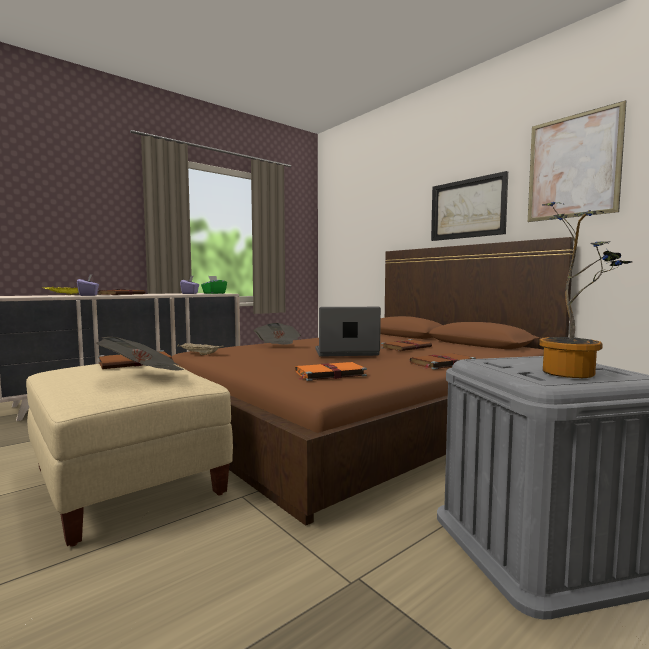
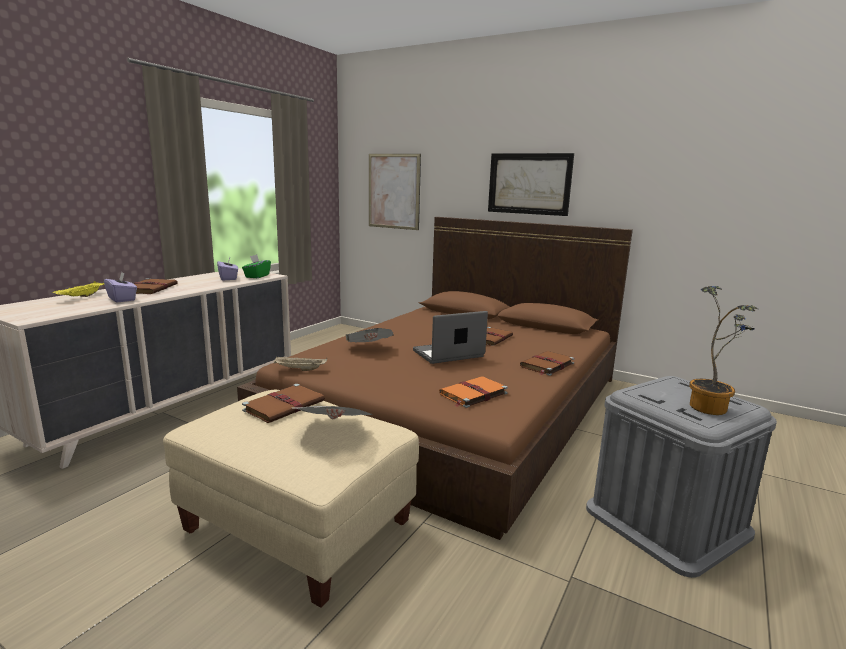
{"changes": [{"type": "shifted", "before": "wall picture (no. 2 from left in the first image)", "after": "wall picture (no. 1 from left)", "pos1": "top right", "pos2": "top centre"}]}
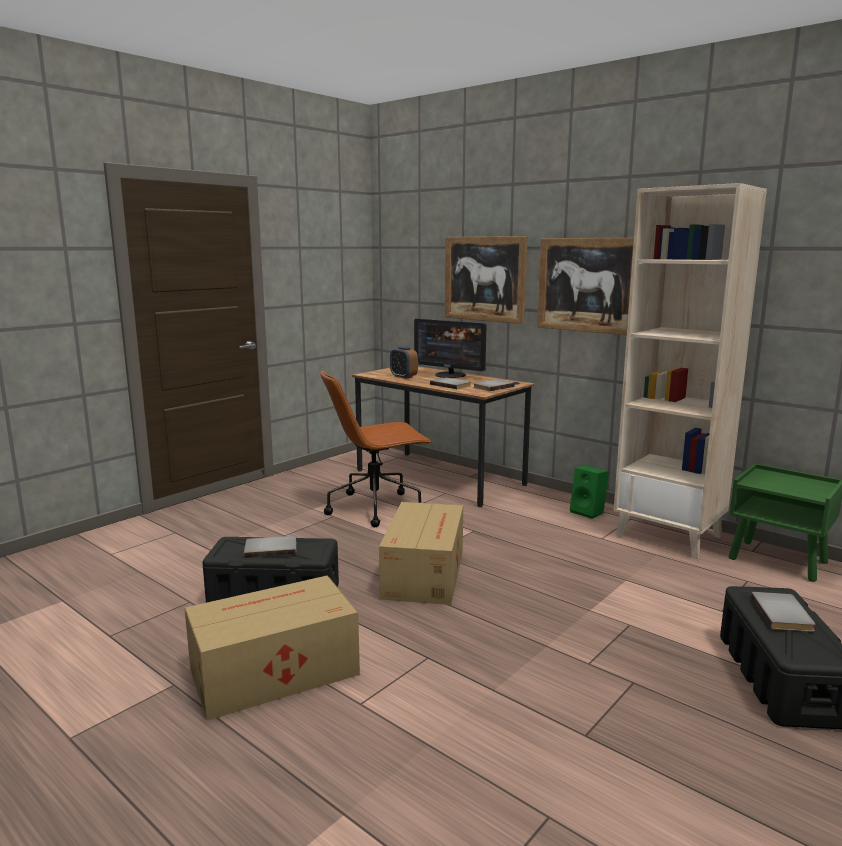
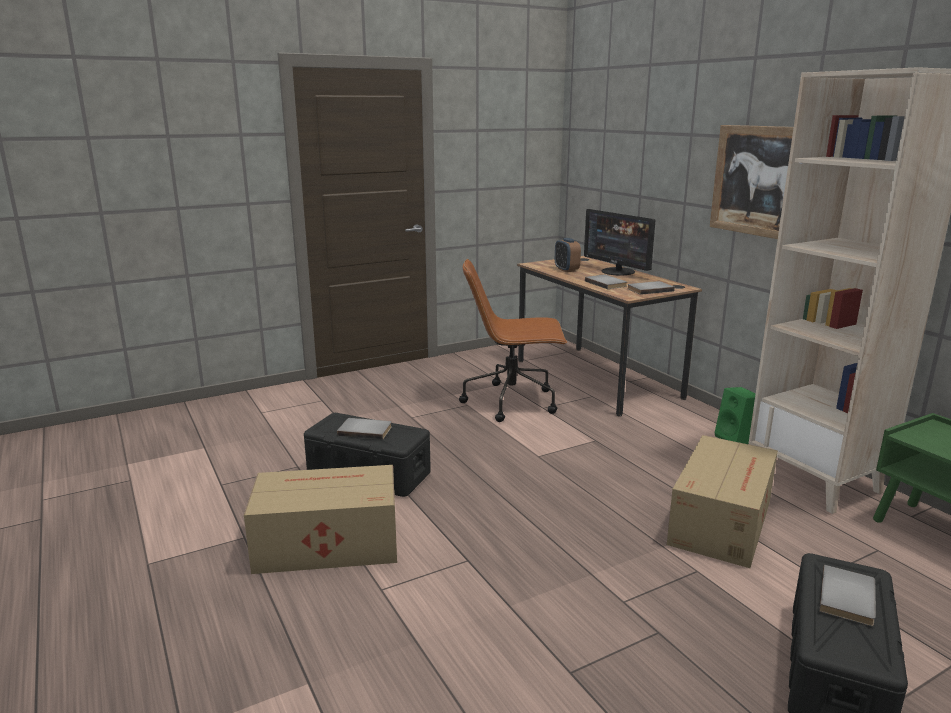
{"changes": [{"type": "gone", "before": "wall picture (no. 1 from left)", "pos1": "top centre"}, {"type": "shifted", "before": "packing box (no. 2 from left)", "pos1": "centre", "pos2": "bottom right"}]}
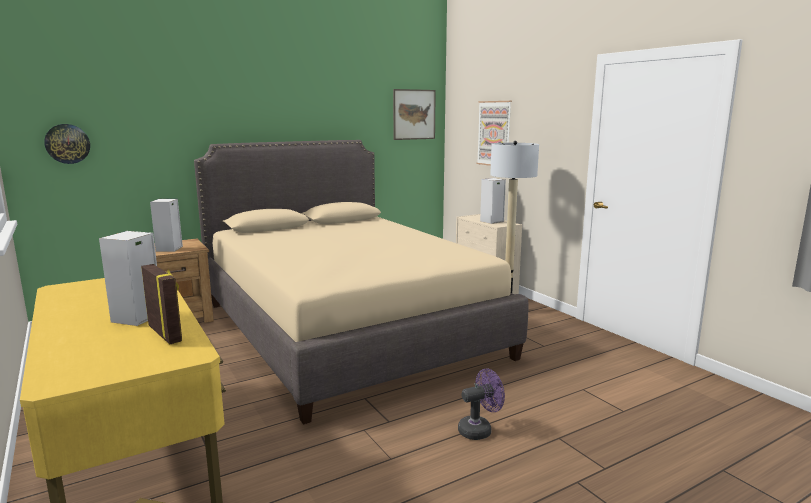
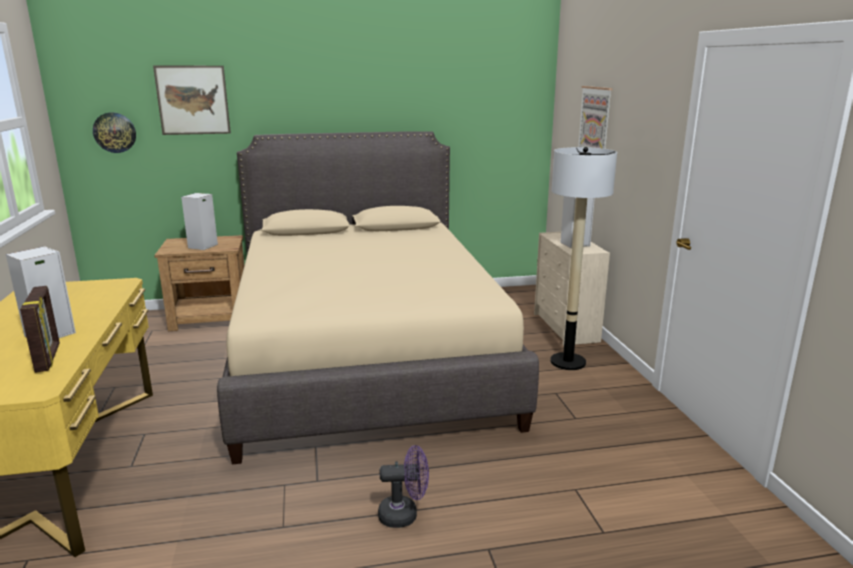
{"changes": [{"type": "shifted", "before": "wall picture (no. 1 from left)", "pos1": "top centre", "pos2": "top left"}]}
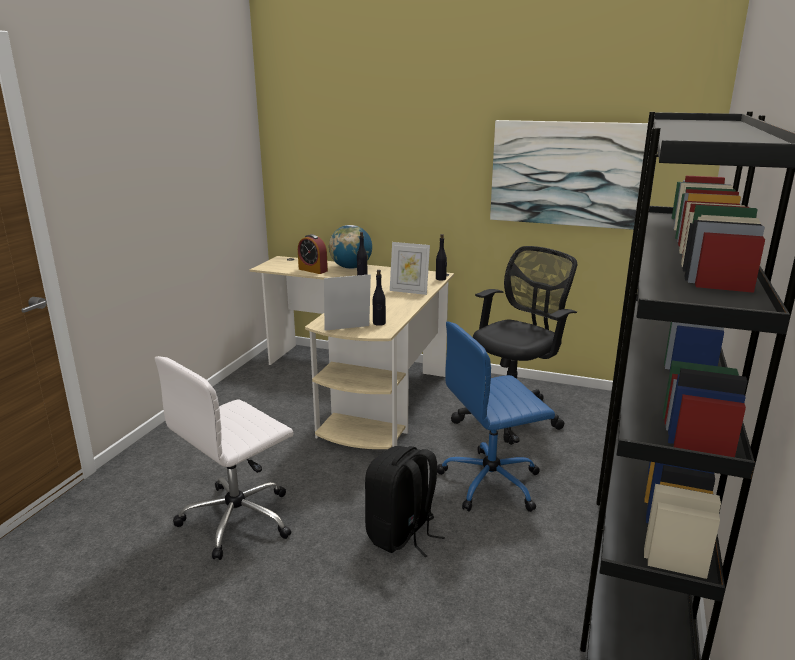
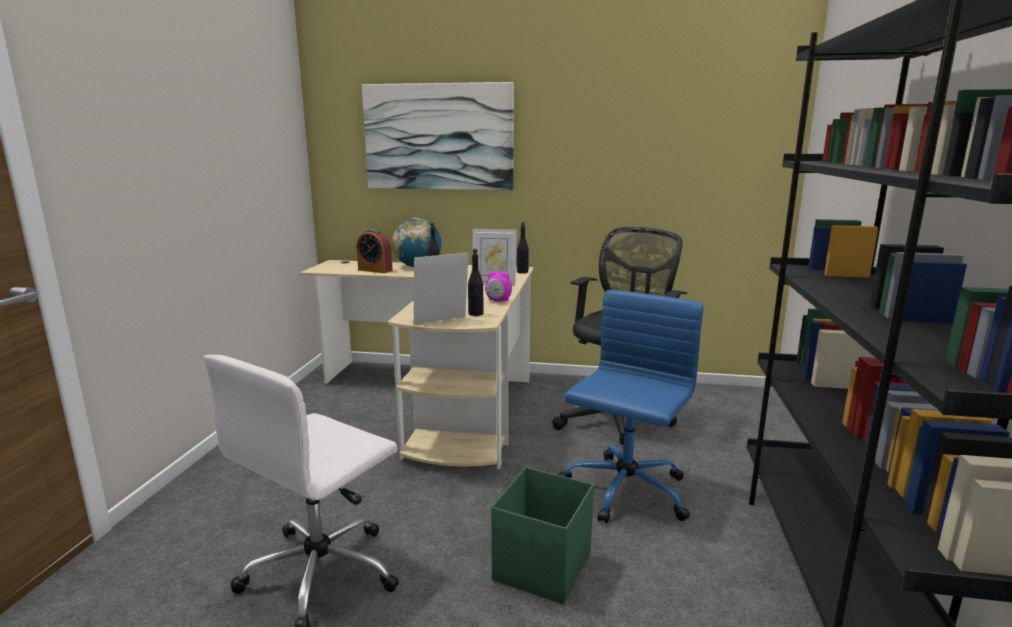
{"changes": [{"type": "new", "after": "alarm clock (no. 2 from left)", "pos2": "centre"}, {"type": "shifted", "before": "wall picture", "pos1": "top right", "pos2": "top centre"}, {"type": "swapped", "before": "knapsack in black-coloured", "after": "storage box in green", "pos1": "bottom centre", "pos2": "bottom centre"}, {"type": "rotated", "before": "desk chair in bluish", "pos1": "centre", "pos2": "centre", "turn": 150}]}
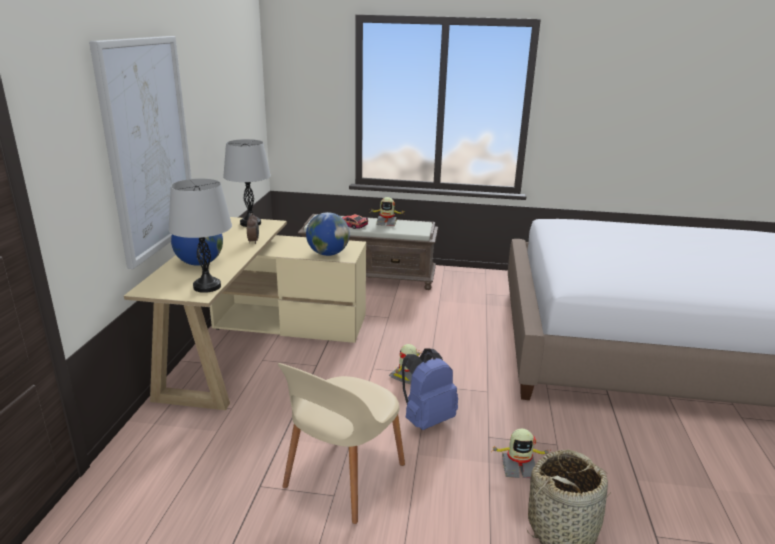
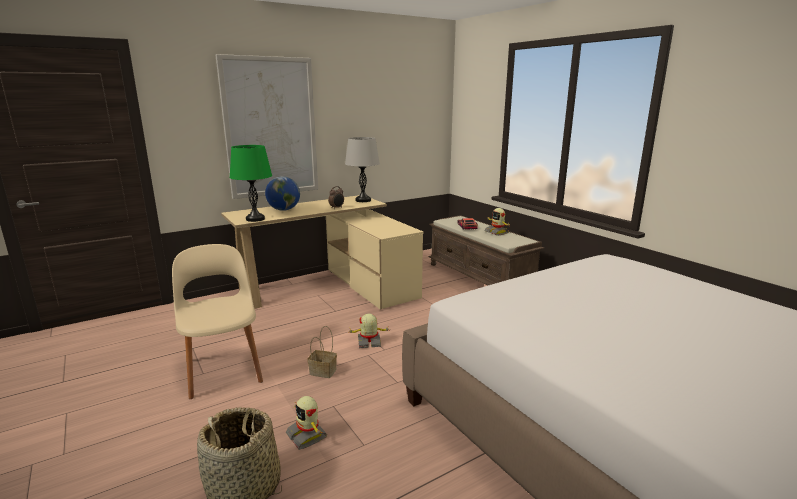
{"changes": [{"type": "gone", "before": "globe (no. 2 from left)", "pos1": "centre"}, {"type": "swapped", "before": "knapsack in bluish", "after": "storage basket (no. 2 from left)", "pos1": "bottom centre", "pos2": "bottom centre"}, {"type": "repainted", "before": "table lamp in gray (no. 1 from left)", "after": "table lamp in green", "pos1": "middle left", "pos2": "middle left"}, {"type": "rotated", "before": "plain chair in sand-coloured", "pos1": "bottom centre", "pos2": "middle left", "turn": 75}]}
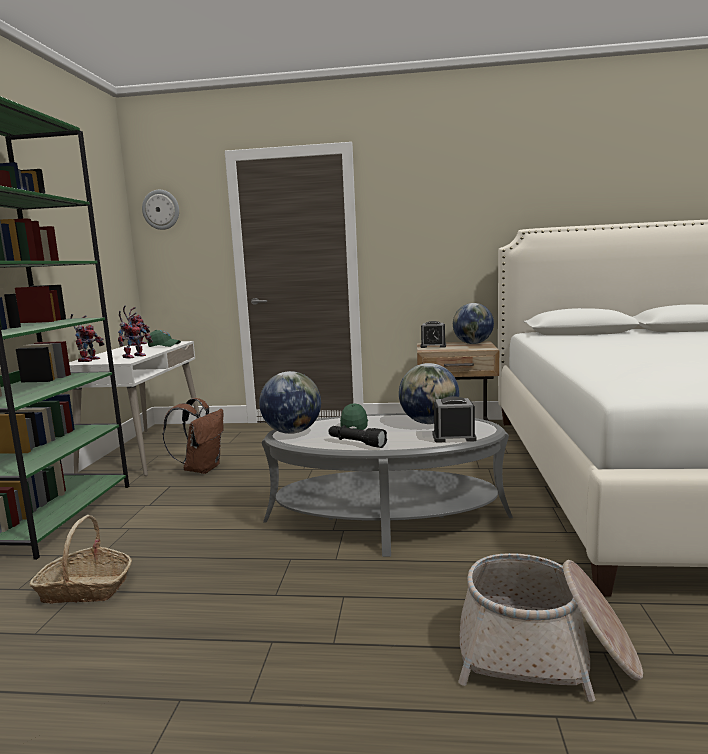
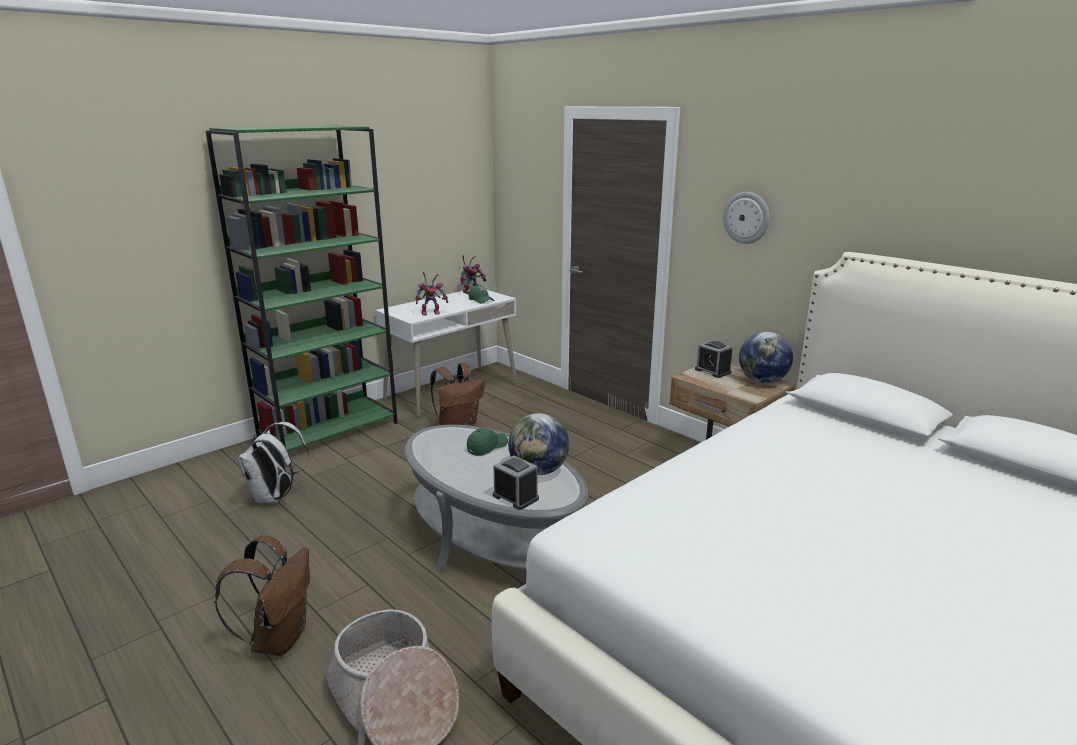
{"changes": [{"type": "gone", "before": "model robot (no. 1 from left)", "pos1": "middle left"}, {"type": "gone", "before": "globe (no. 1 from left)", "pos1": "centre"}, {"type": "gone", "before": "torch in black-coloured", "pos1": "centre"}, {"type": "new", "after": "knapsack in brown-coloured (no. 1 from left)", "pos2": "bottom left"}, {"type": "shifted", "before": "hanging clock", "pos1": "top left", "pos2": "top right"}, {"type": "swapped", "before": "storage basket (no. 1 from left)", "after": "knapsack in whitish", "pos1": "bottom left", "pos2": "middle left"}]}
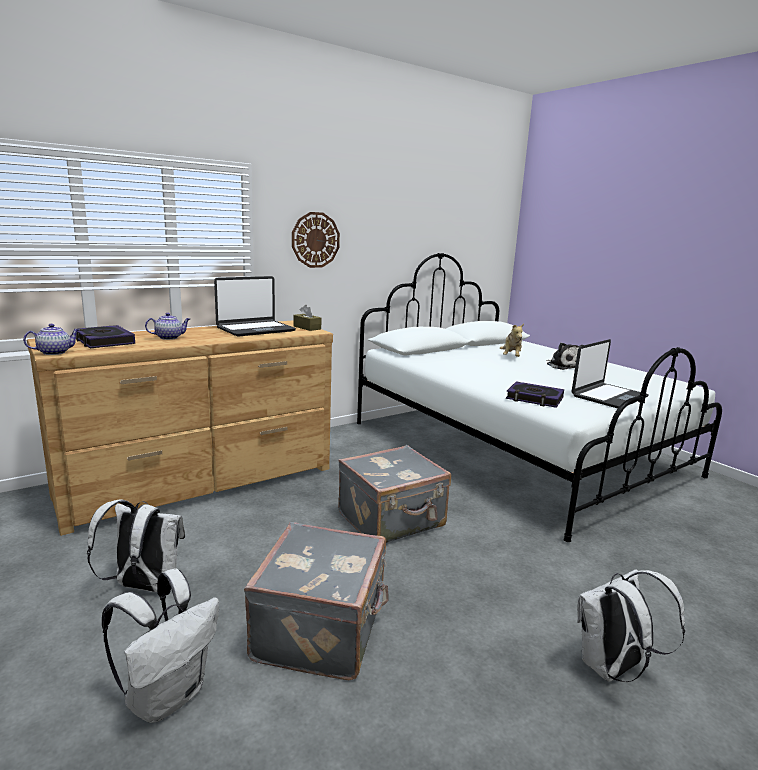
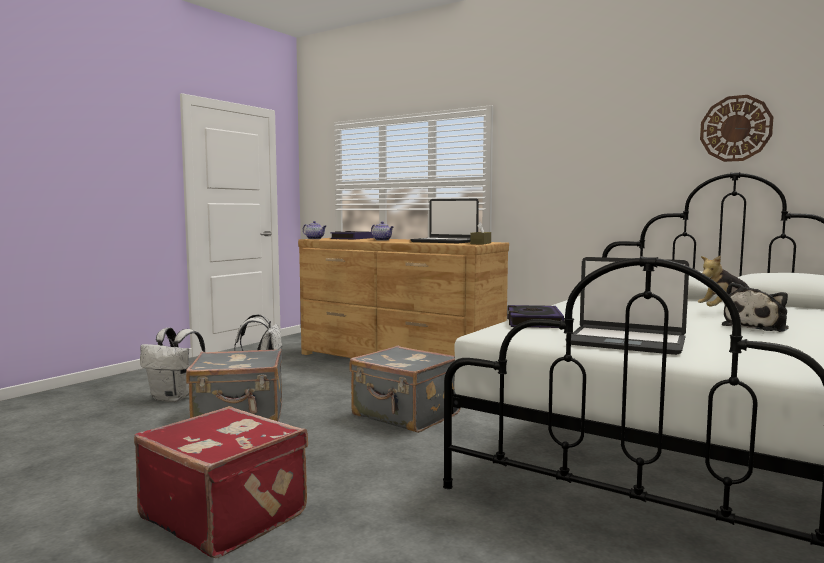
{"changes": [{"type": "shifted", "before": "hanging clock", "pos1": "top centre", "pos2": "top right"}, {"type": "swapped", "before": "knapsack in whitish (no. 3 from left)", "after": "travel case in red-coloured", "pos1": "bottom right", "pos2": "bottom left"}]}
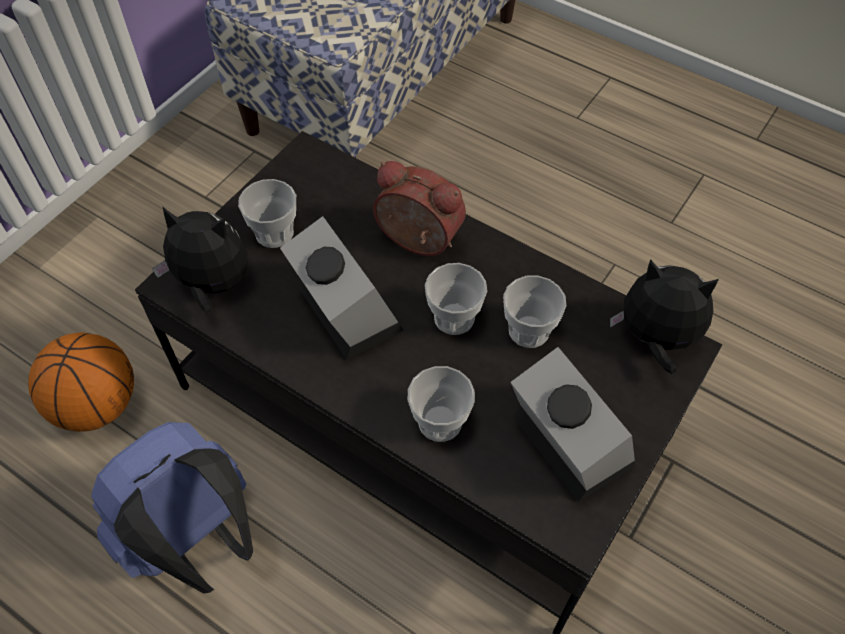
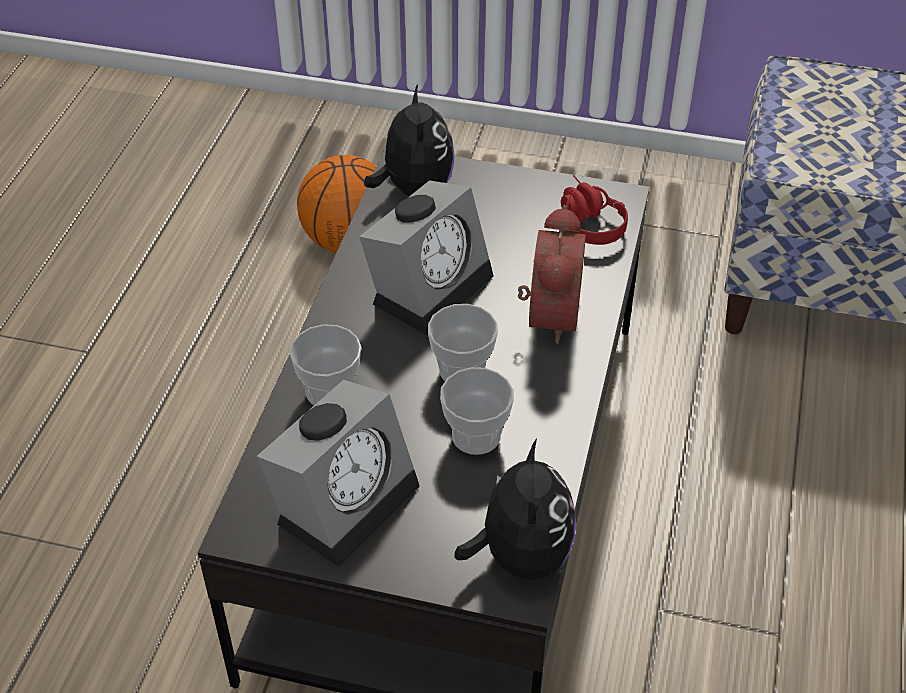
{"changes": [{"type": "gone", "before": "knapsack in bluish", "pos1": "bottom left"}, {"type": "gone", "before": "drinking cup (no. 1 from left)", "pos1": "middle left"}, {"type": "new", "after": "pair of headphones in red-coloured", "pos2": "top centre"}]}
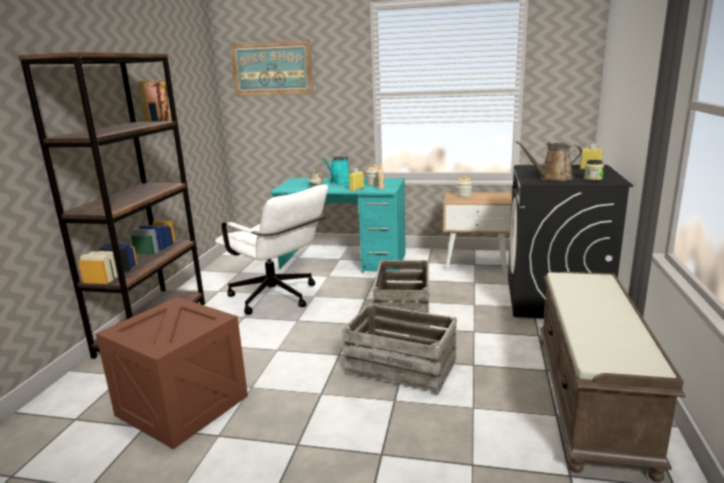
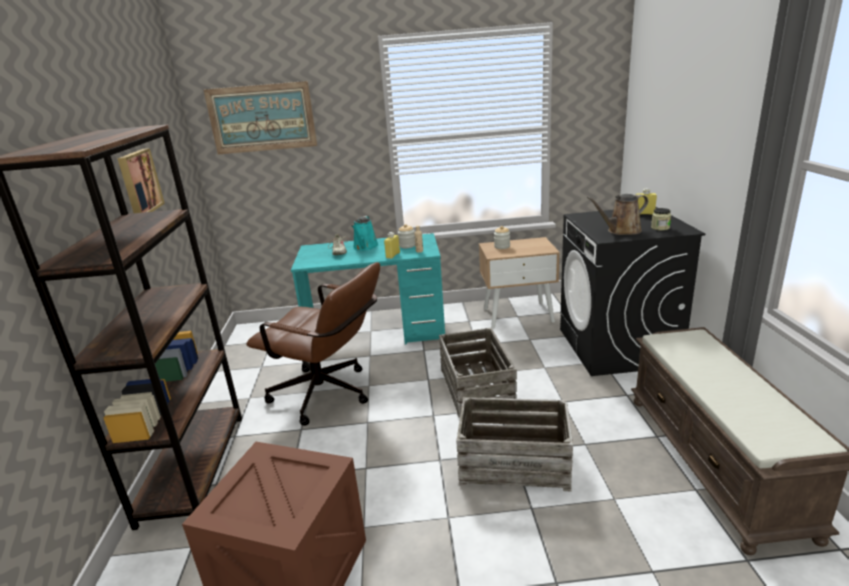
{"changes": [{"type": "repainted", "before": "desk chair in whitish", "after": "desk chair in brown-coloured", "pos1": "centre", "pos2": "centre"}]}
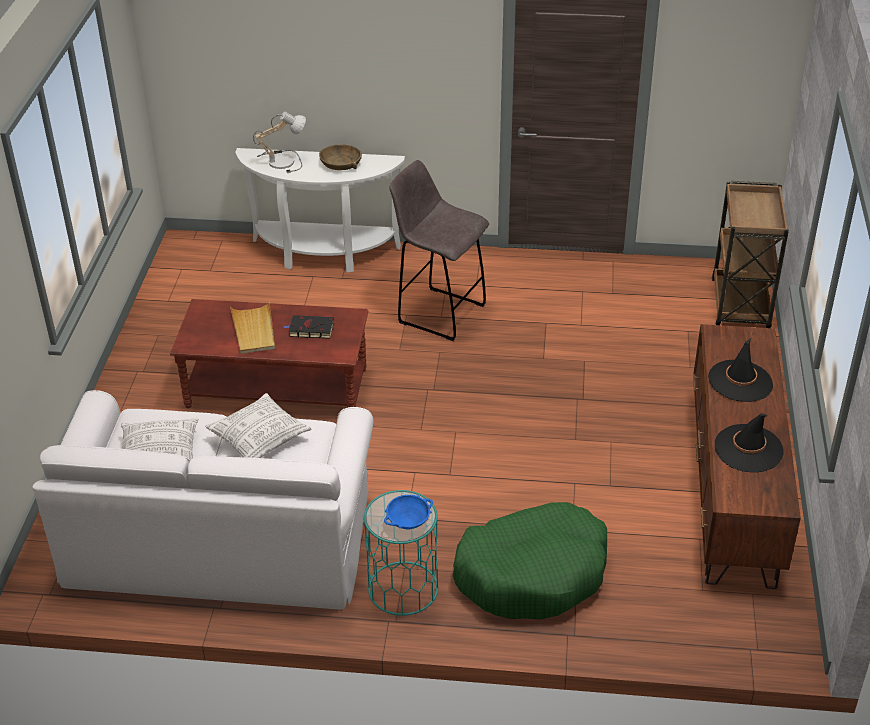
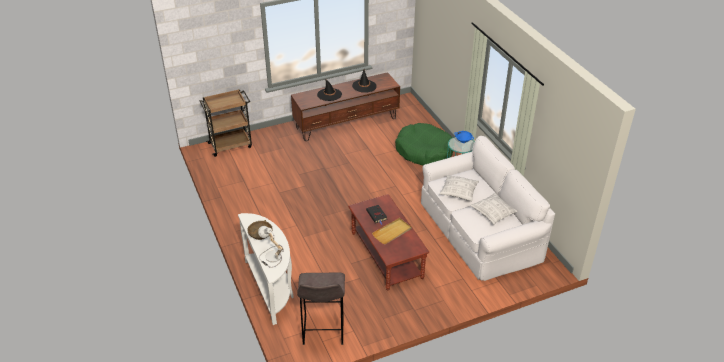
{"changes": [{"type": "shifted", "before": "sitting stool in gray", "pos1": "centre", "pos2": "bottom centre"}]}
